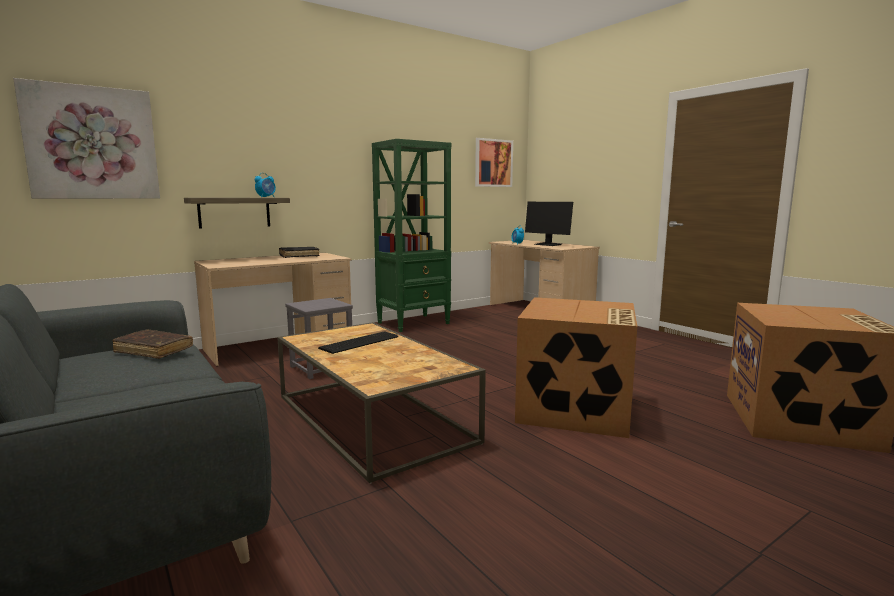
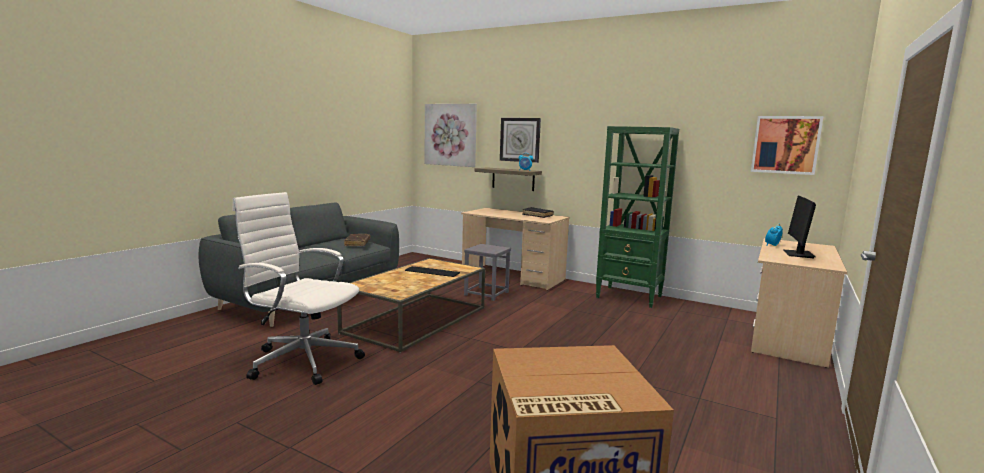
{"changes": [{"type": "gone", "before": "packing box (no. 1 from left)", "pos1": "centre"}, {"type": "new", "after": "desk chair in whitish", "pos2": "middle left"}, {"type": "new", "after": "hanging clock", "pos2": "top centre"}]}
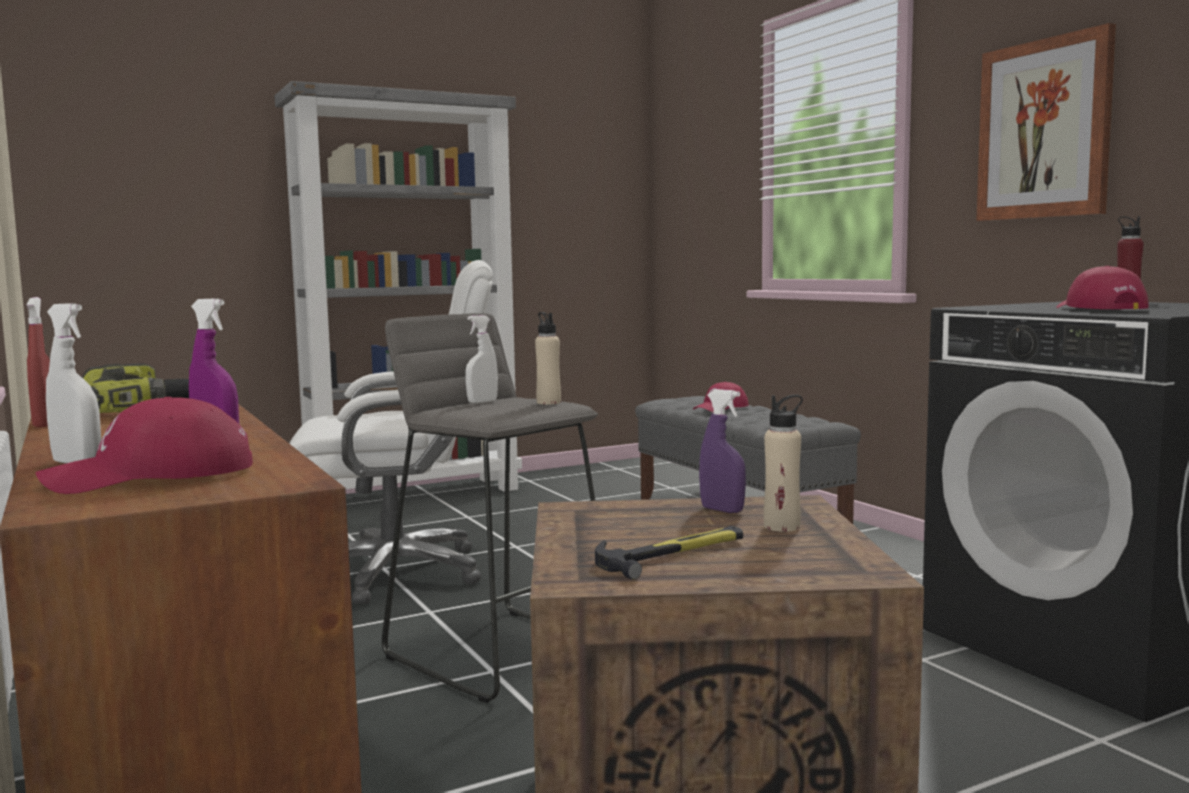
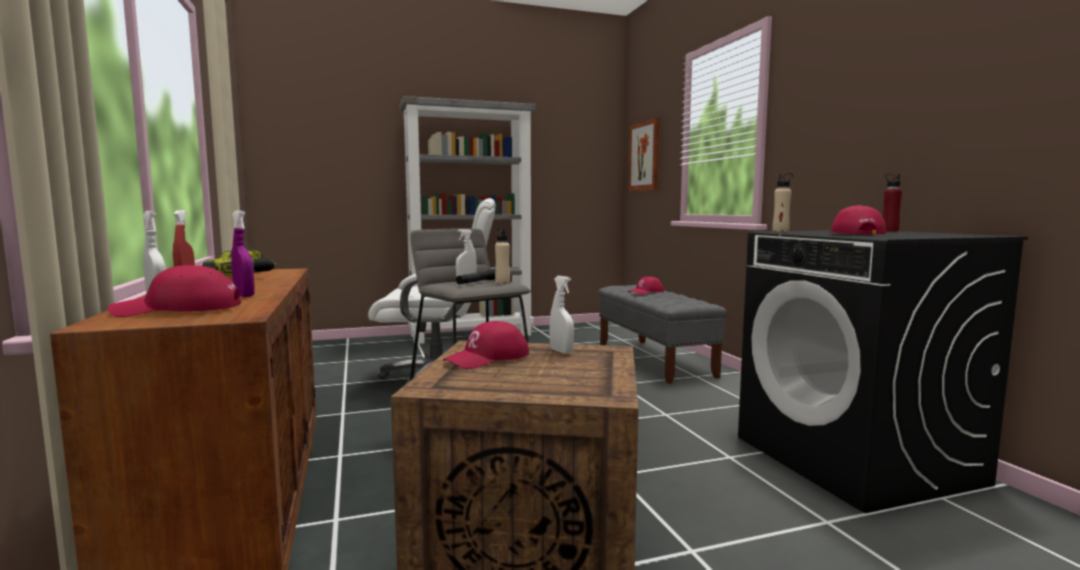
{"changes": [{"type": "gone", "before": "hand hammer", "pos1": "bottom centre"}, {"type": "new", "after": "baseball cap in red-coloured (no. 2 from left)", "pos2": "centre"}, {"type": "new", "after": "torch in black-coloured", "pos2": "centre"}, {"type": "shifted", "before": "bottle in sand-coloured (no. 2 from left)", "pos1": "centre", "pos2": "middle right"}, {"type": "shifted", "before": "wall picture", "pos1": "top right", "pos2": "top centre"}, {"type": "repainted", "before": "hand sprayer in purplish (no. 2 from left)", "after": "hand sprayer in whitish (no. 3 from left)", "pos1": "centre", "pos2": "centre"}]}
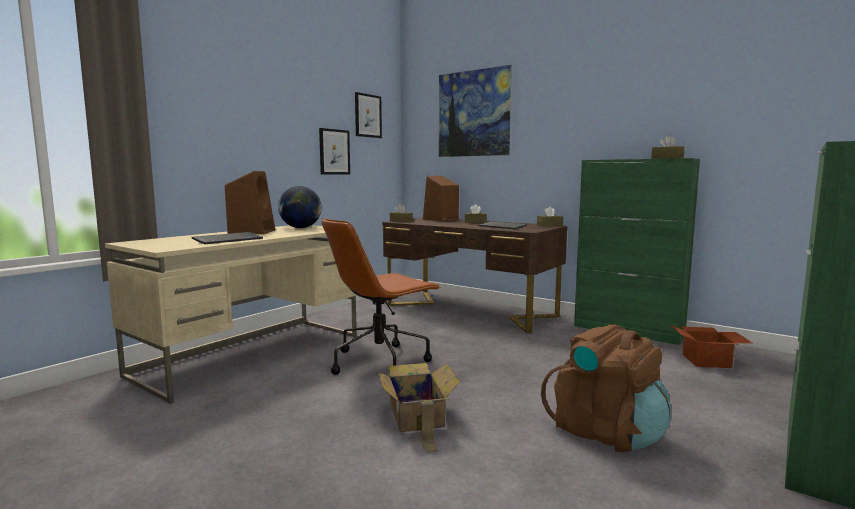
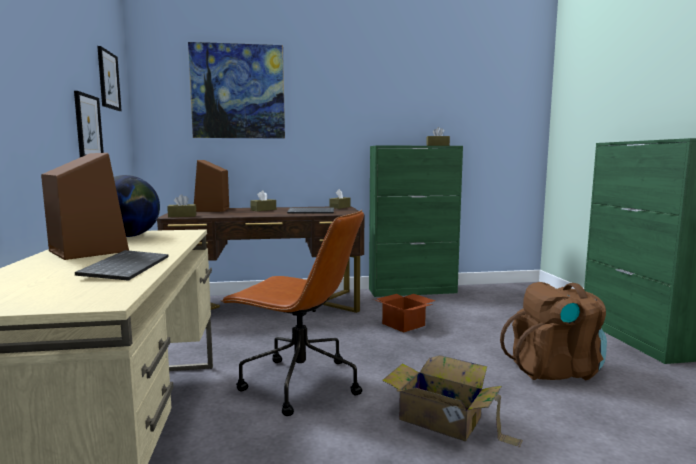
{"changes": [{"type": "shifted", "before": "packing box (no. 2 from left in the first image)", "after": "packing box (no. 1 from left)", "pos1": "bottom right", "pos2": "bottom centre"}, {"type": "rotated", "before": "desk chair in brown-coloured", "pos1": "centre", "pos2": "bottom centre", "turn": -75}]}
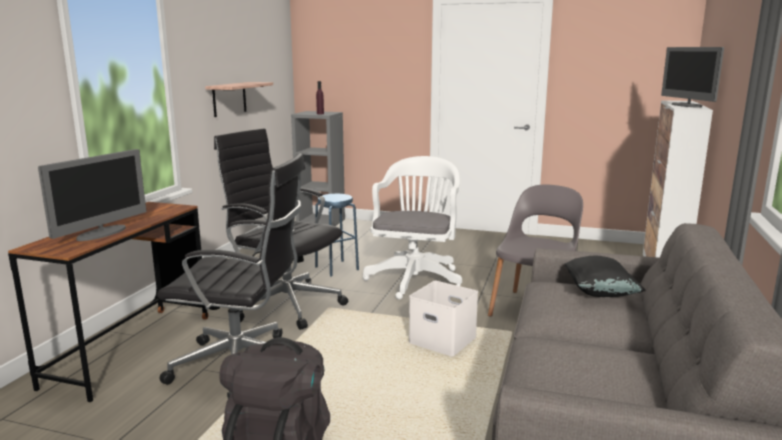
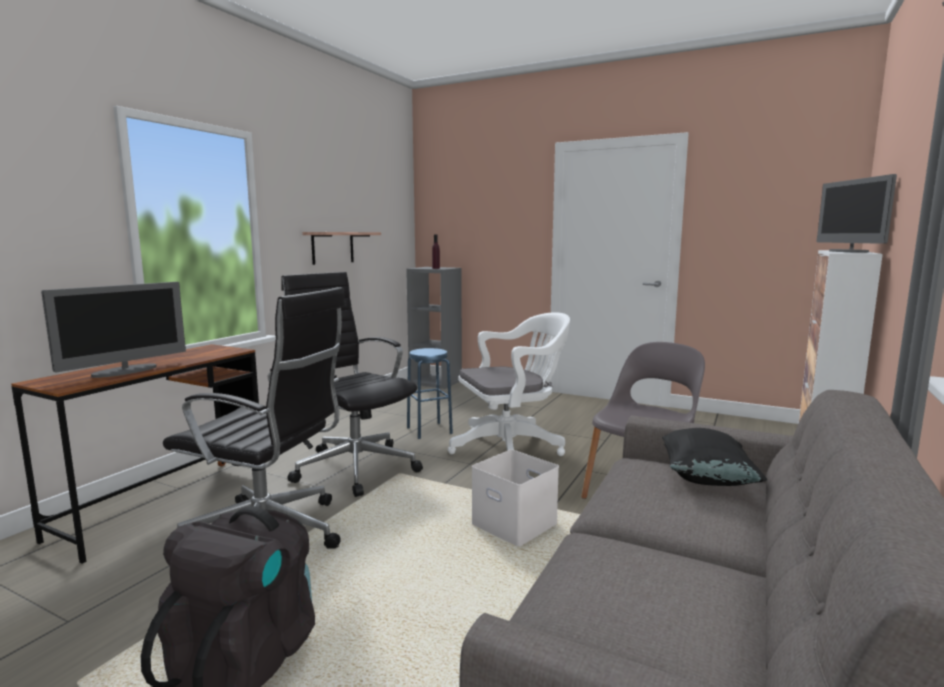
{"changes": [{"type": "rotated", "before": "desk chair in whitish", "pos1": "centre", "pos2": "centre", "turn": 45}]}
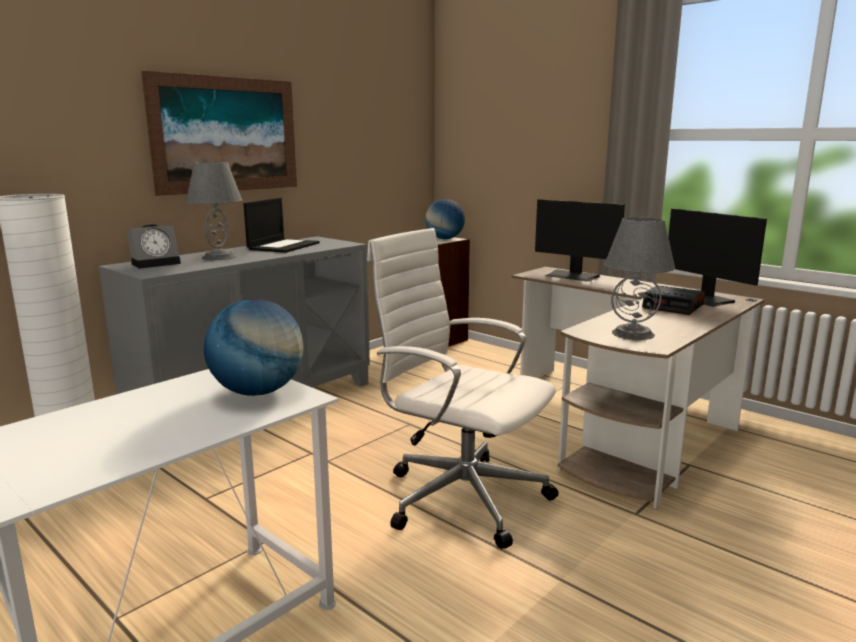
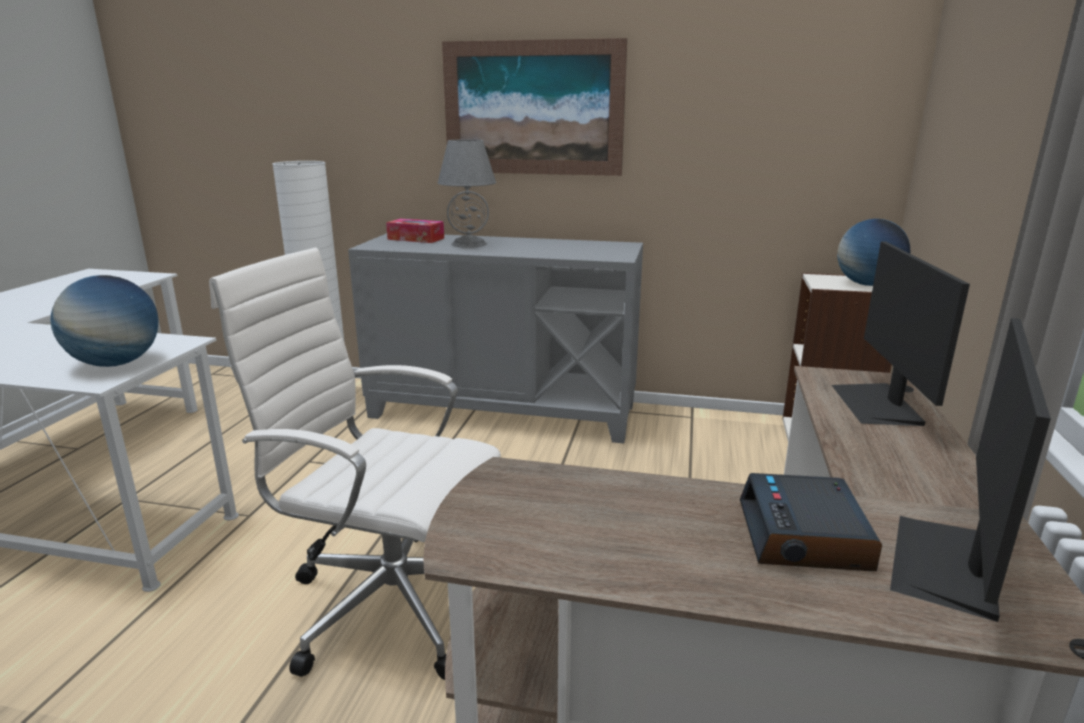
{"changes": [{"type": "gone", "before": "portable computer", "pos1": "middle left"}, {"type": "gone", "before": "table lamp in gray (no. 2 from left)", "pos1": "middle right"}, {"type": "swapped", "before": "alarm clock (no. 1 from left)", "after": "box of tissues", "pos1": "middle left", "pos2": "top centre"}, {"type": "rotated", "before": "desk chair in whitish", "pos1": "centre", "pos2": "middle left", "turn": -75}]}
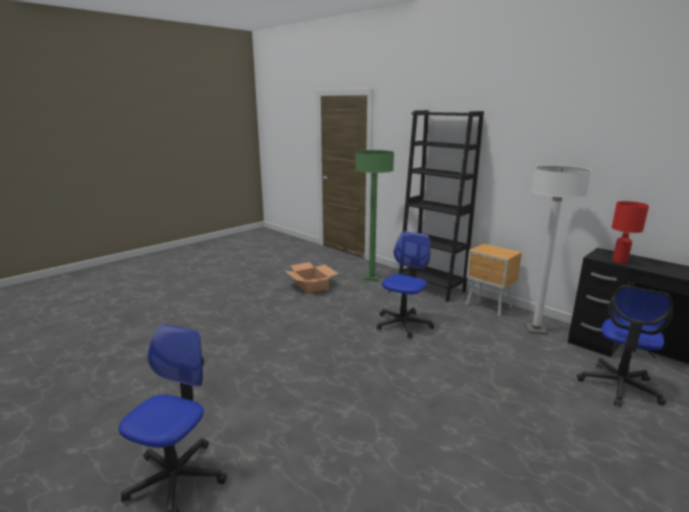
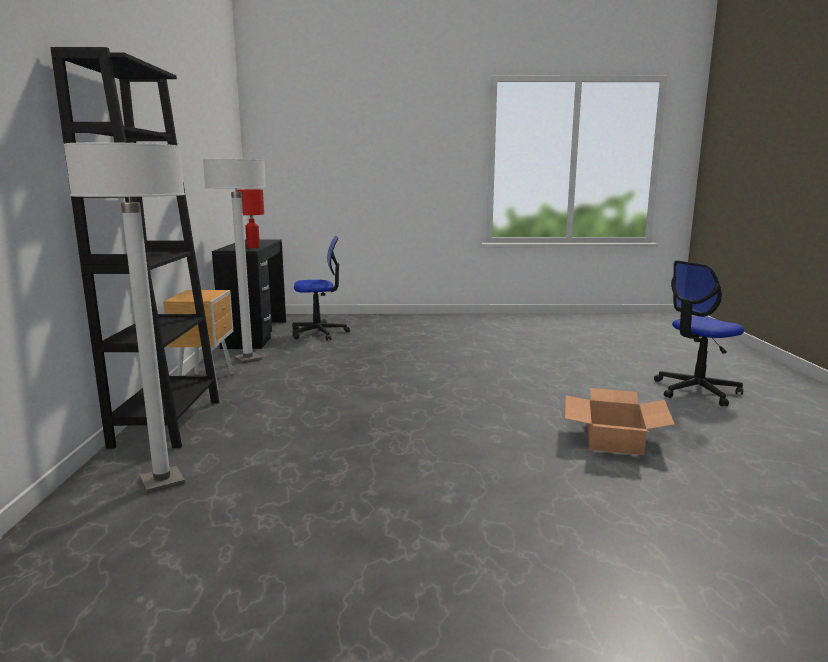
{"changes": [{"type": "gone", "before": "desk chair (no. 2 from left)", "pos1": "centre"}, {"type": "shifted", "before": "packing box", "pos1": "centre", "pos2": "middle right"}, {"type": "repainted", "before": "standard lamp in green", "after": "standard lamp in whitish (no. 1 from left)", "pos1": "centre", "pos2": "middle left"}]}
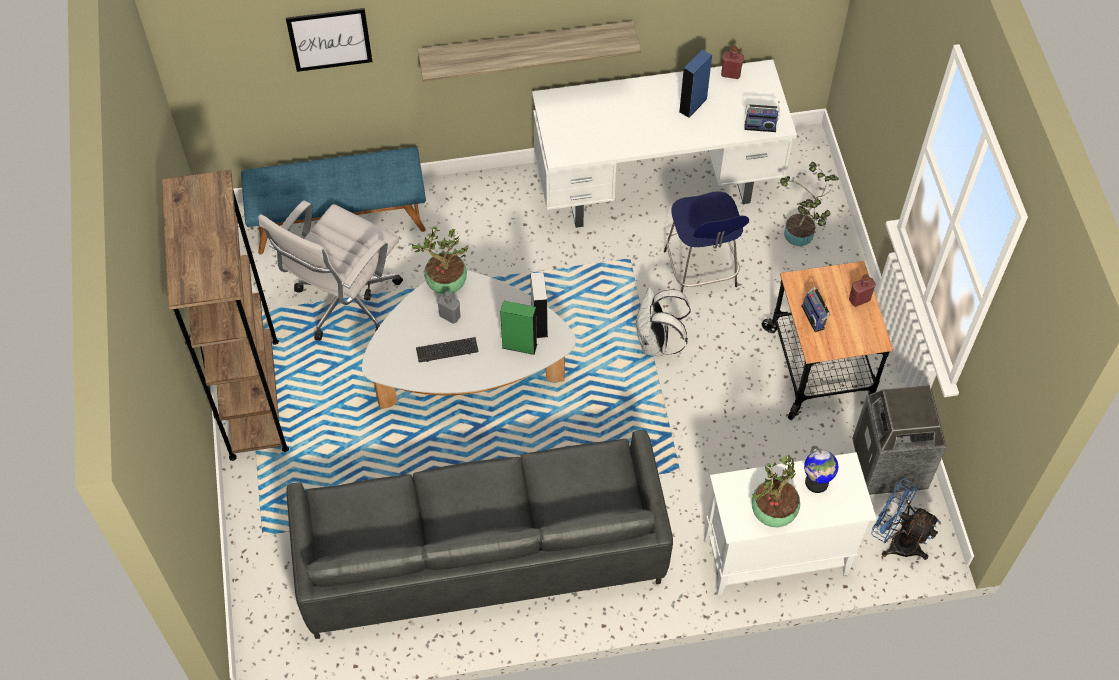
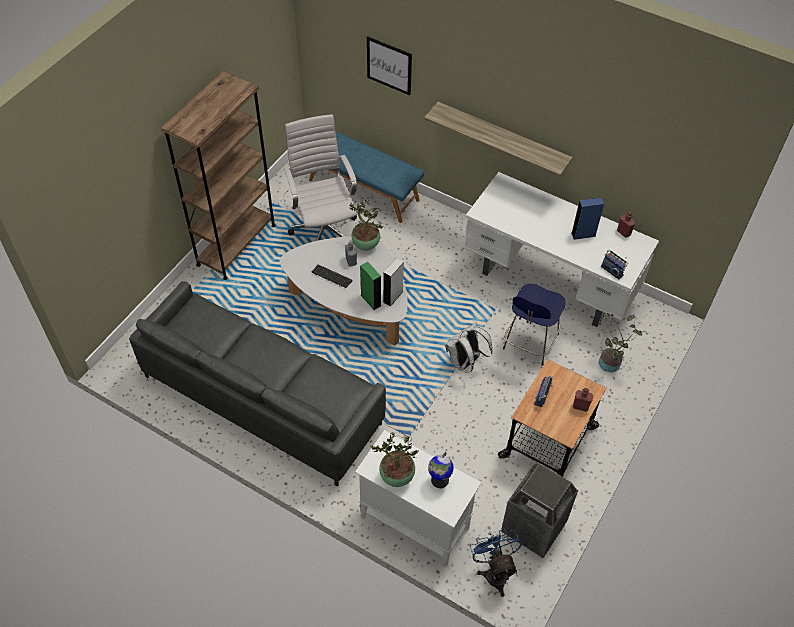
{"changes": [{"type": "rotated", "before": "desk chair in whitish", "pos1": "middle left", "pos2": "top centre", "turn": 90}]}
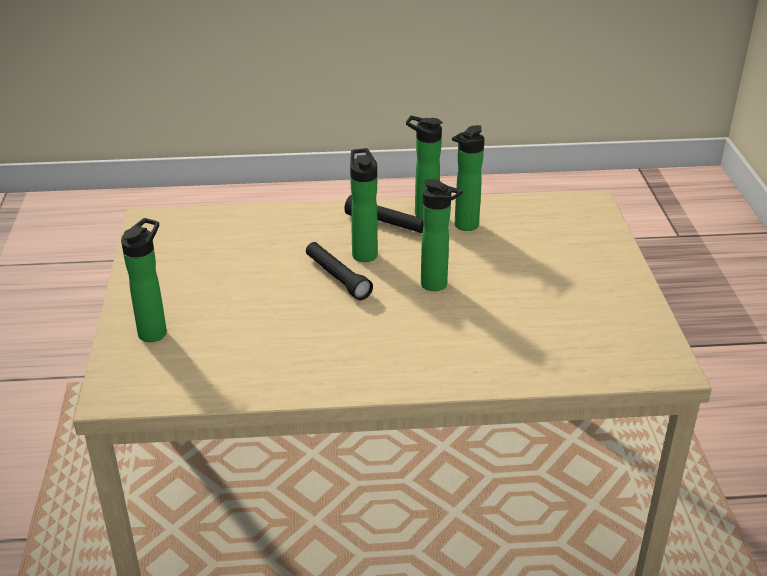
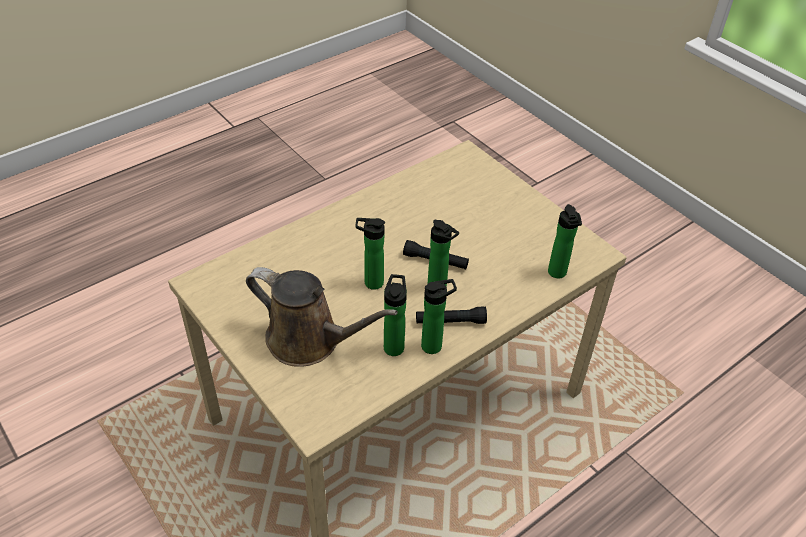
{"changes": [{"type": "new", "after": "watering can in brown-coloured", "pos2": "centre"}, {"type": "shifted", "before": "bottle (no. 1 from left in the first image)", "after": "bottle (no. 5 from left)", "pos1": "middle left", "pos2": "middle right"}]}
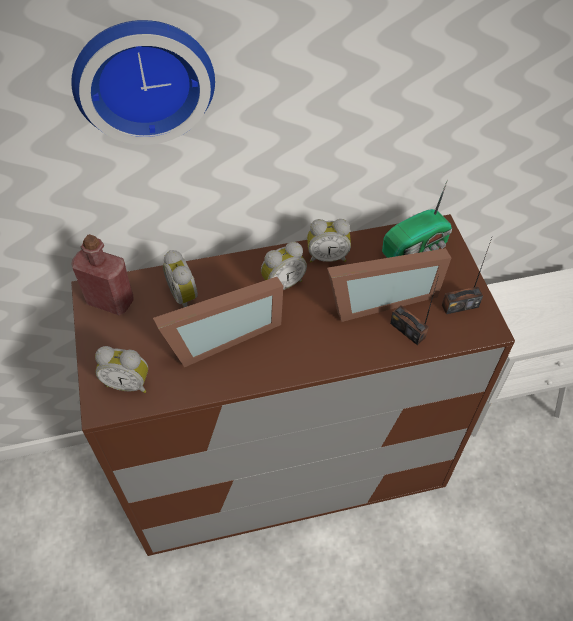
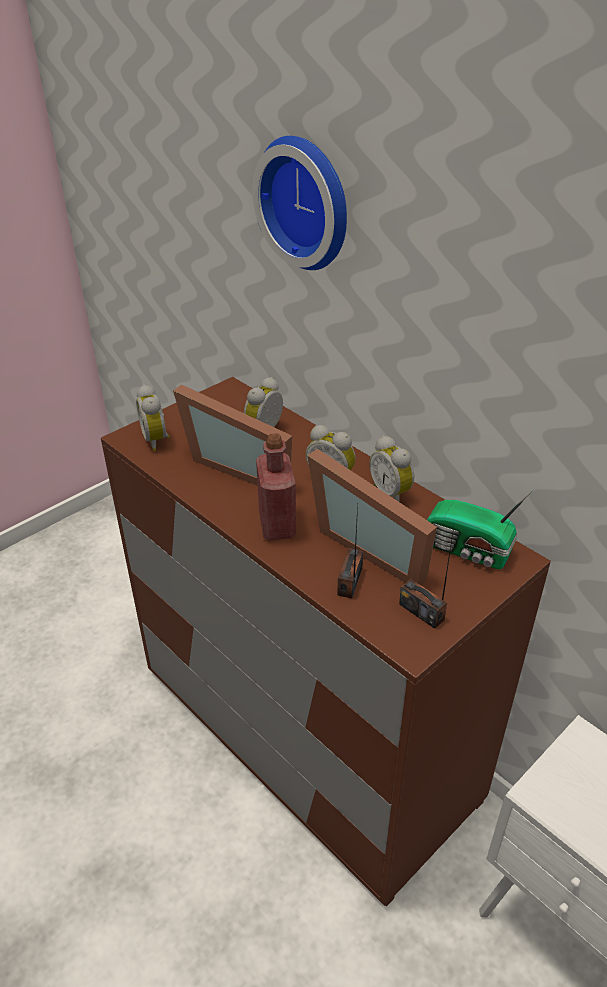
{"changes": [{"type": "shifted", "before": "bottle in red-coloured", "pos1": "middle left", "pos2": "centre"}]}
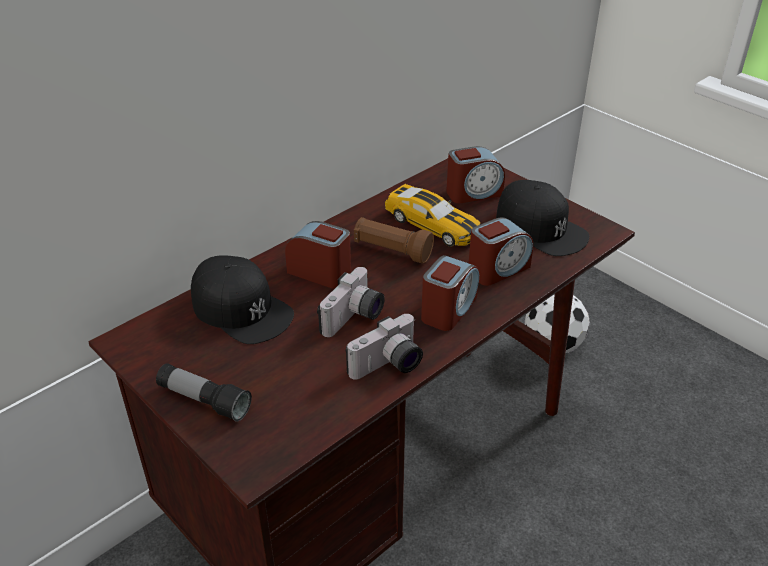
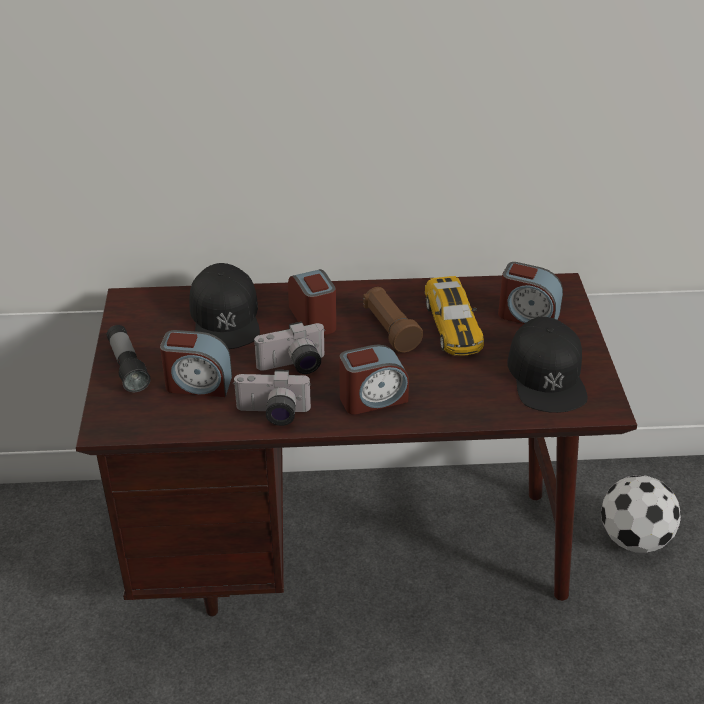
{"changes": [{"type": "shifted", "before": "alarm clock (no. 4 from left in the first image)", "after": "alarm clock (no. 1 from left)", "pos1": "centre", "pos2": "middle left"}]}
